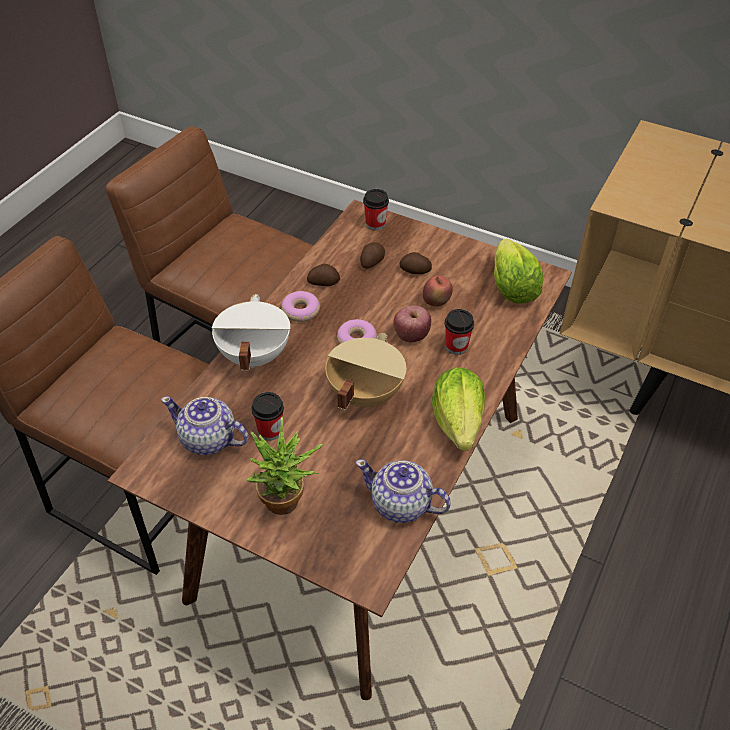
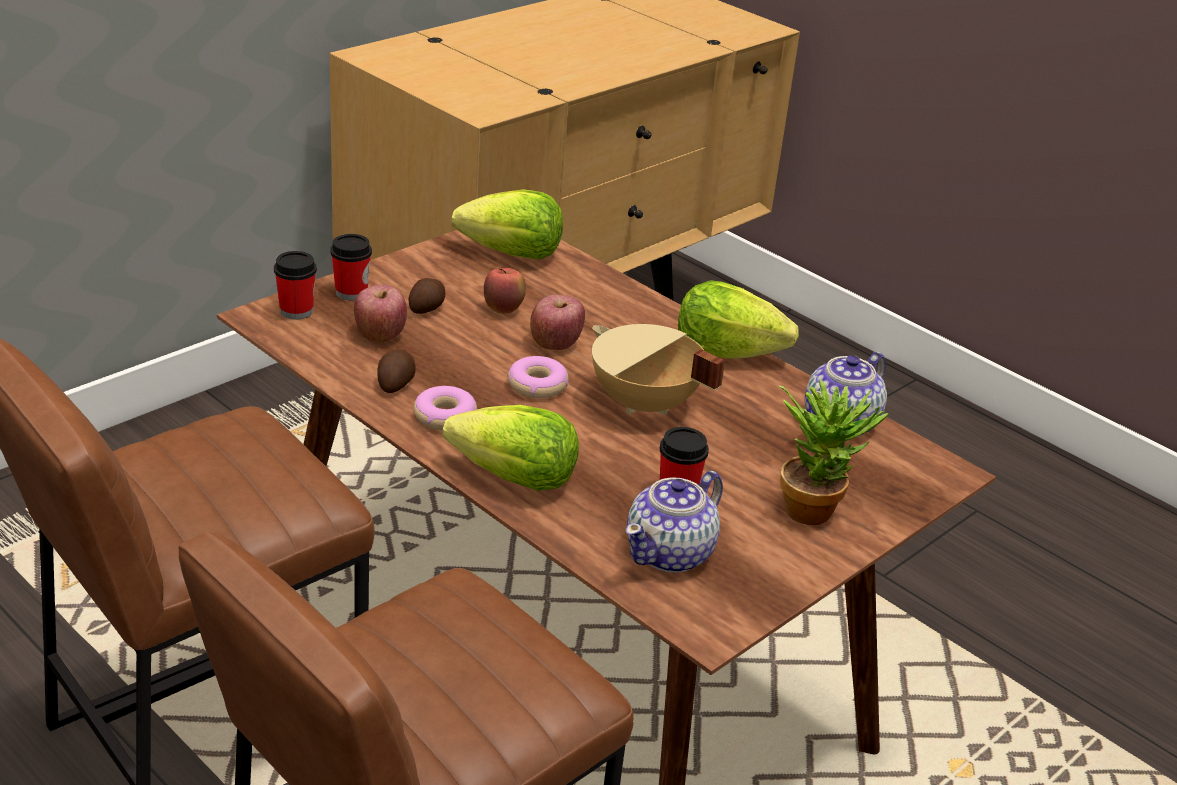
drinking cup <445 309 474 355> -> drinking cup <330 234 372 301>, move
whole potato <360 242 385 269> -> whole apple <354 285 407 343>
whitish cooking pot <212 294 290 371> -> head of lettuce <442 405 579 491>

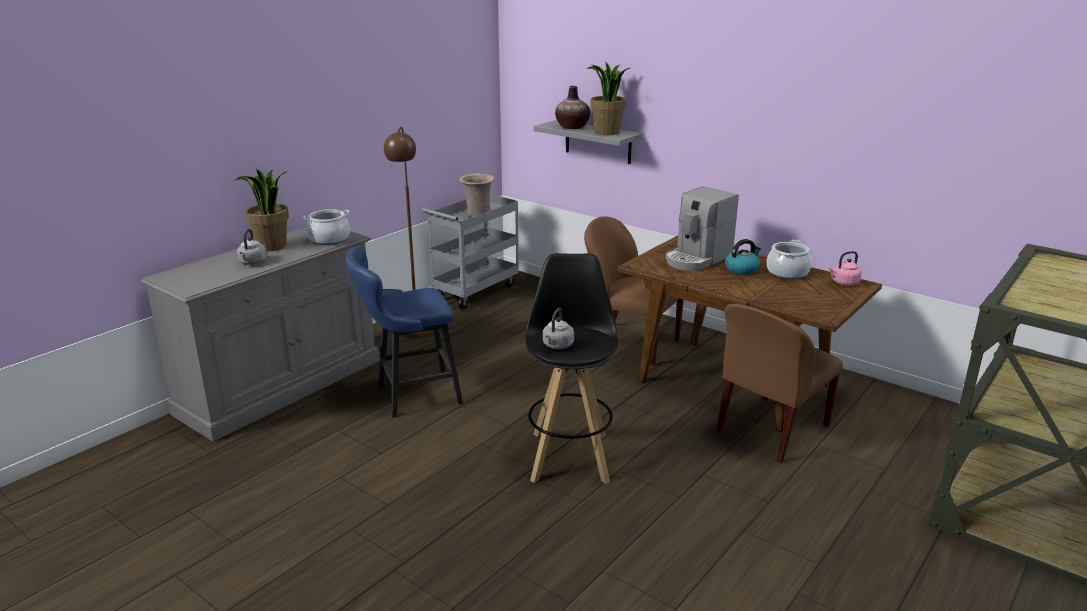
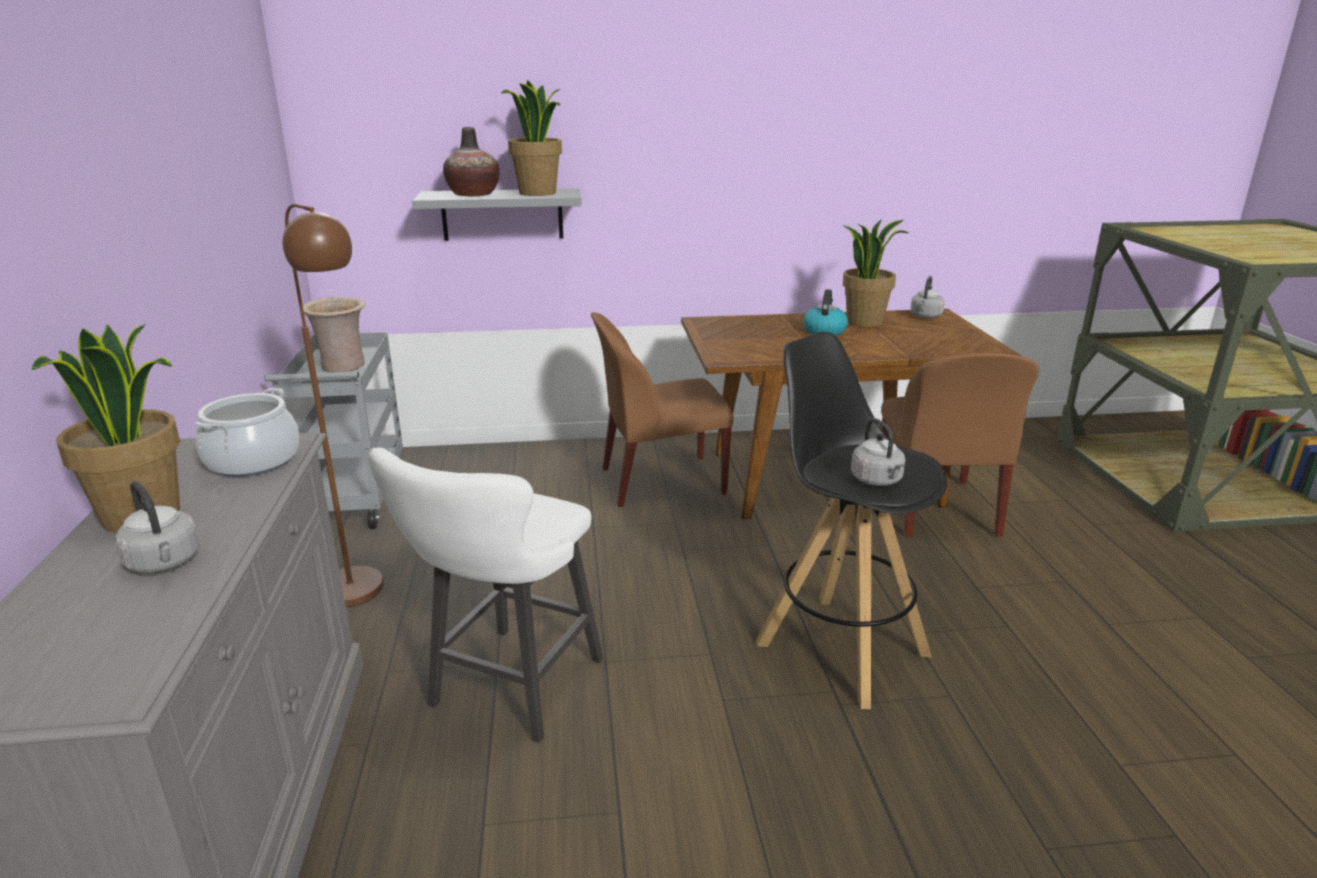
blue sitting stool <346 247 463 418> -> whitish sitting stool <368 448 604 743>
cooking pot <767 240 812 279> -> houseplant <843 219 908 327>
pinkish tea kettle <828 251 862 286> -> grey tea kettle <910 276 945 318>
coffee maker <666 186 739 271> -> none

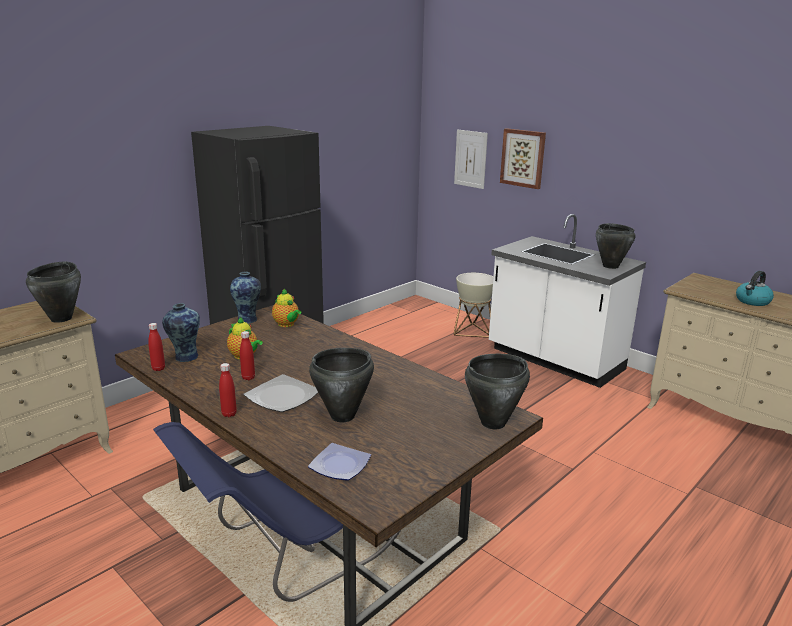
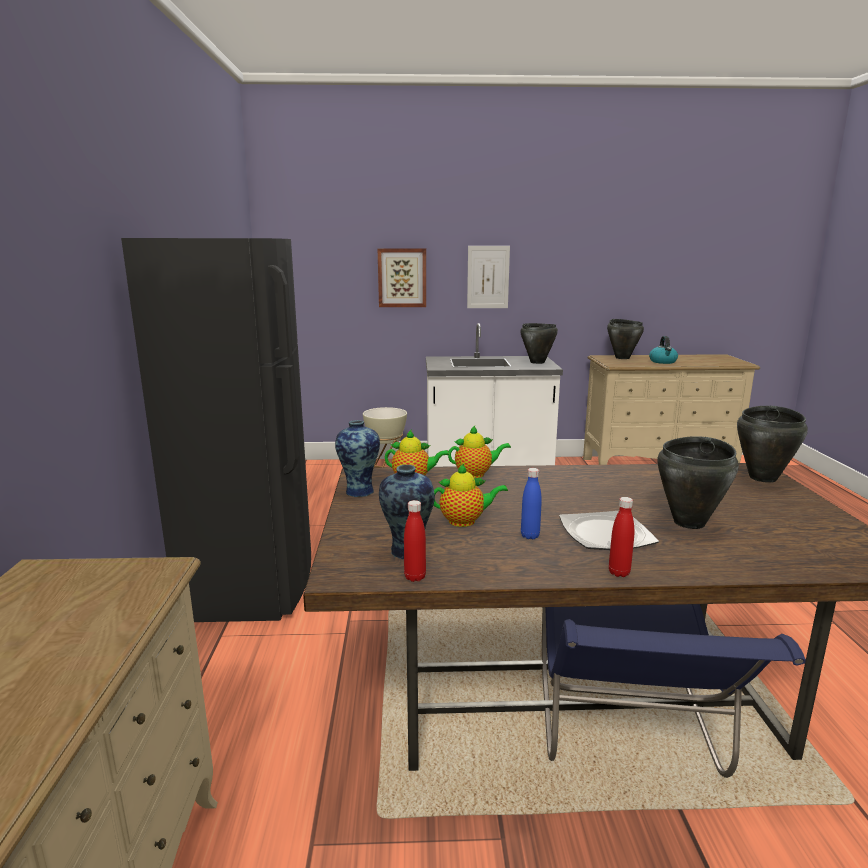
none -> tea pot <448 426 511 478>
picture <454 129 488 189> -> picture <467 246 510 308>, move
reddish bottle <240 331 255 380> -> blue bottle <521 468 542 539>
blackish cooking pot <26 261 81 323> -> blackish cooking pot <607 319 644 359>, move
plate <308 443 371 481> -> none

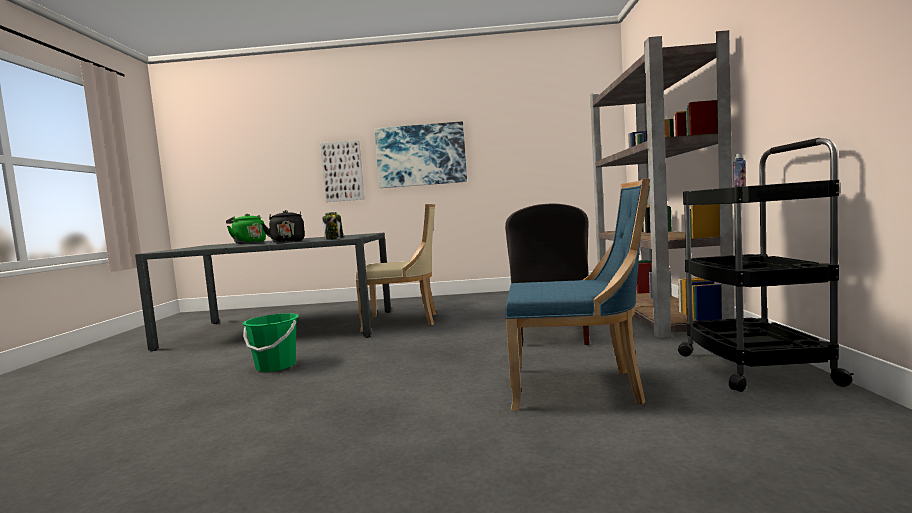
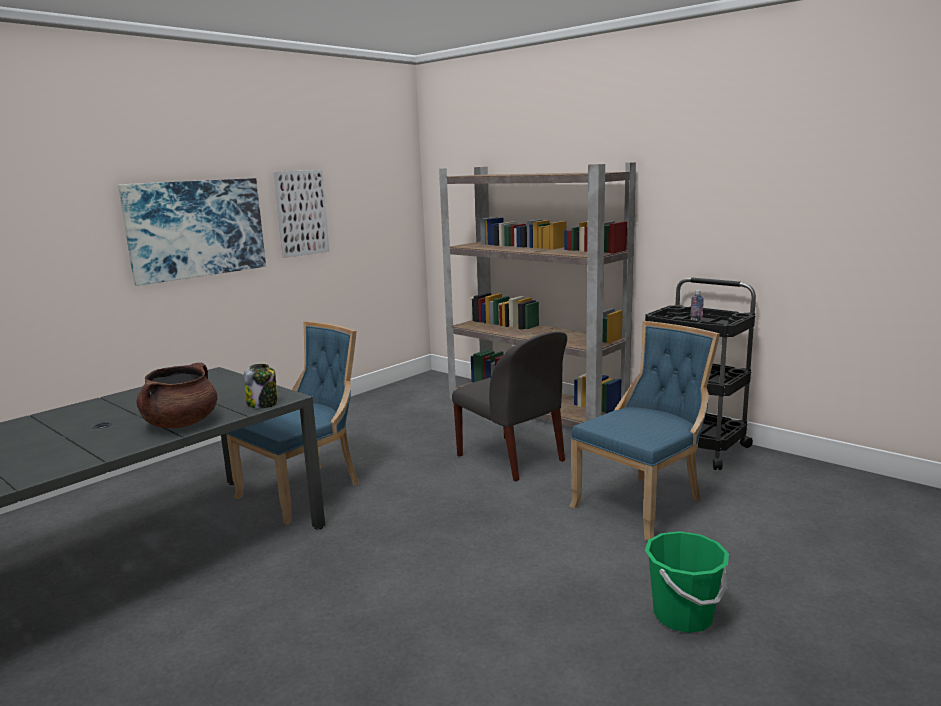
blackish tea kettle <262 210 305 243> -> brownish cooking pot <136 363 217 428>
beige plain chair <356 204 436 332> -> blue plain chair <226 321 359 525>
picture <320 140 364 202> -> picture <274 170 329 258>, move
green pail <243 313 298 372> -> green pail <645 531 729 633>, move
green tea kettle <226 214 266 244> -> none

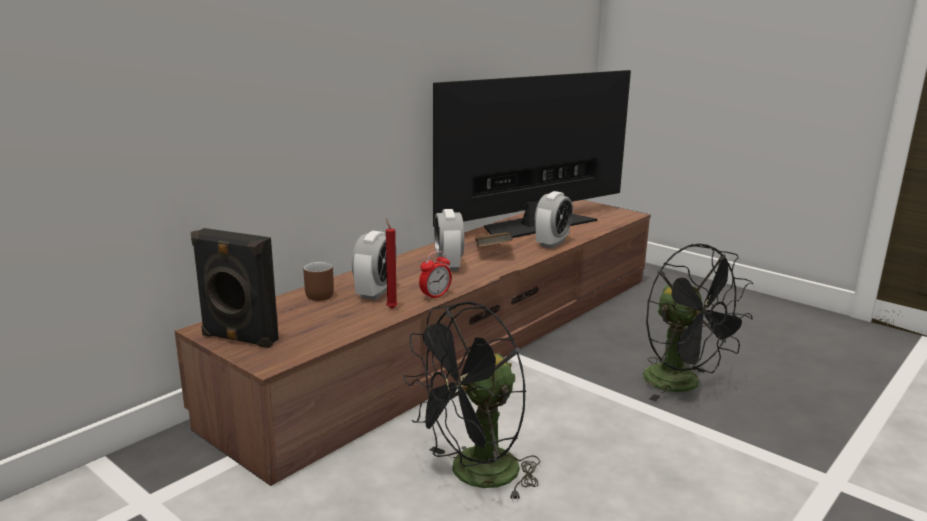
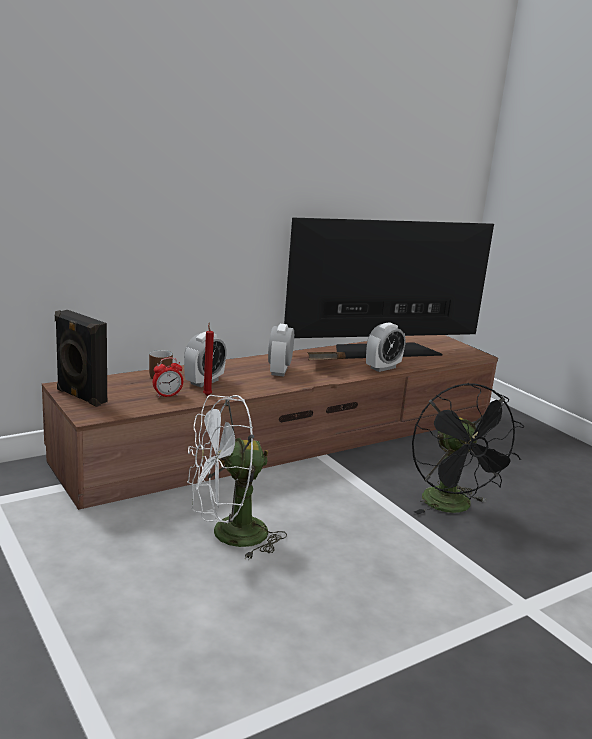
bedside clock <419 251 452 300> -> bedside clock <152 358 183 398>, move
blackish cooling fan <403 302 540 502> -> whitish cooling fan <187 395 287 560>

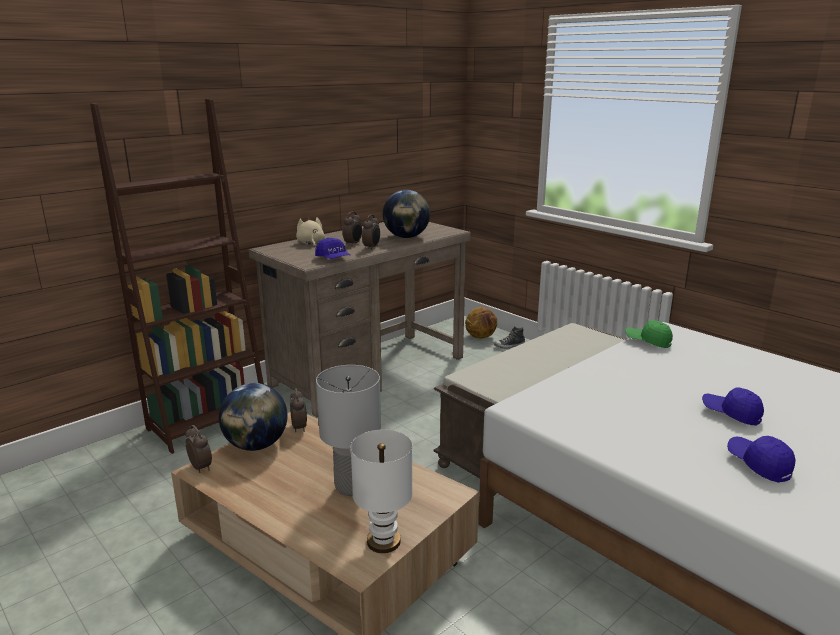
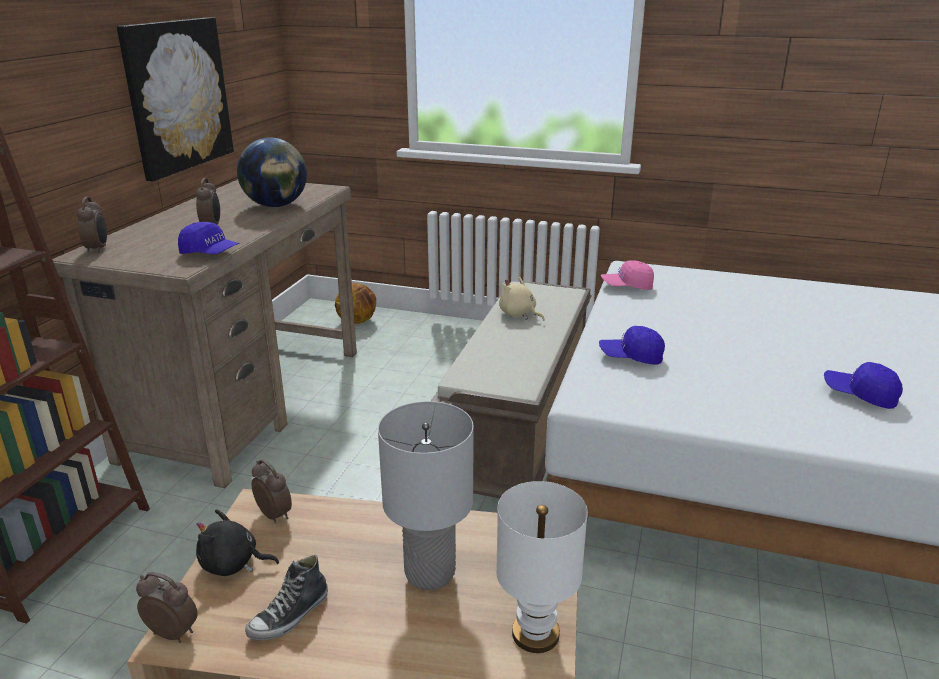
bedside clock <362 214 380 250> -> bedside clock <77 197 107 253>, move
none -> picture <117 17 234 182>
globe <219 383 288 451> -> blackish cuddly toy <196 509 279 576>
shoe <494 326 525 349> -> shoe <245 555 328 641>, move
beige cuddly toy <296 217 325 247> -> beige cuddly toy <499 277 545 321>, move
blue peaked cap <702 387 764 425> -> blue peaked cap <599 326 665 364>, move
green peaked cap <625 320 673 348> -> pinkish peaked cap <601 260 654 290>

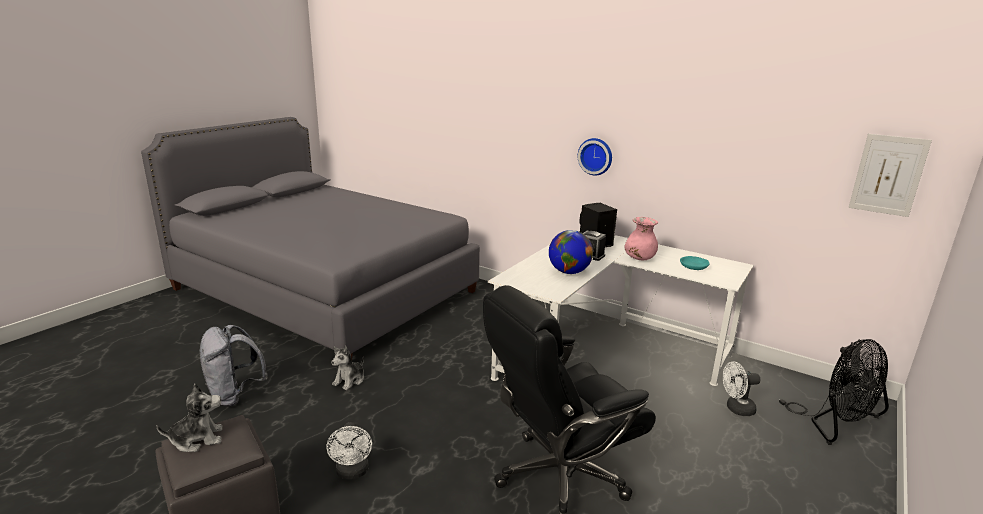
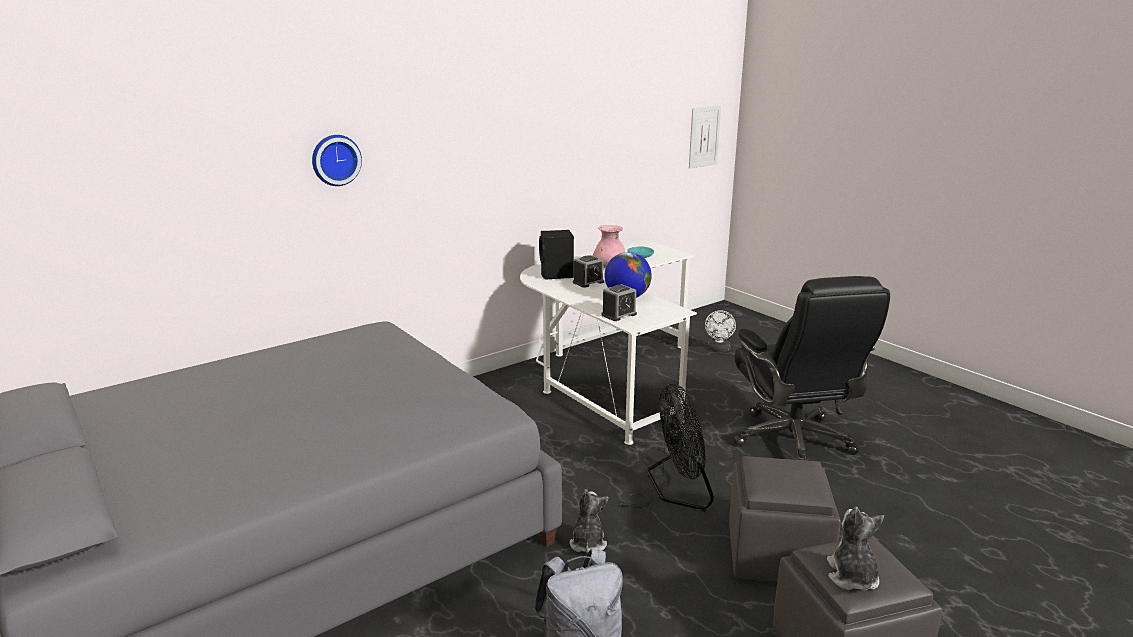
wall clock <578 138 612 176> -> wall clock <312 135 362 186>, move
cuddly toy <331 346 364 390> -> cuddly toy <570 489 609 553>, 135 degrees counterclockwise
none -> bedside clock <601 284 637 321>
blackish cooling fan <779 339 889 445> -> blackish cooling fan <621 384 714 512>, move
whitish cooling fan <327 422 372 479> -> grey ottoman <729 456 841 582>

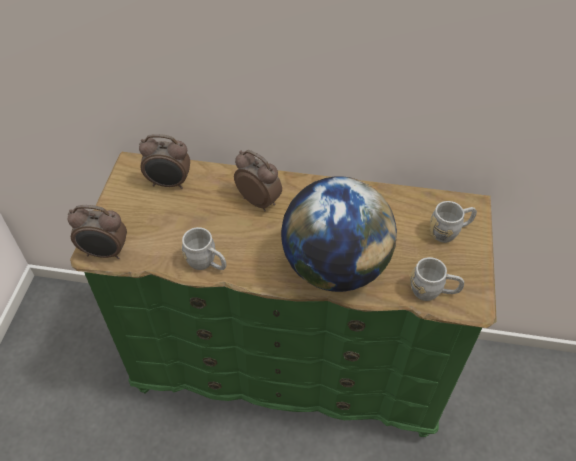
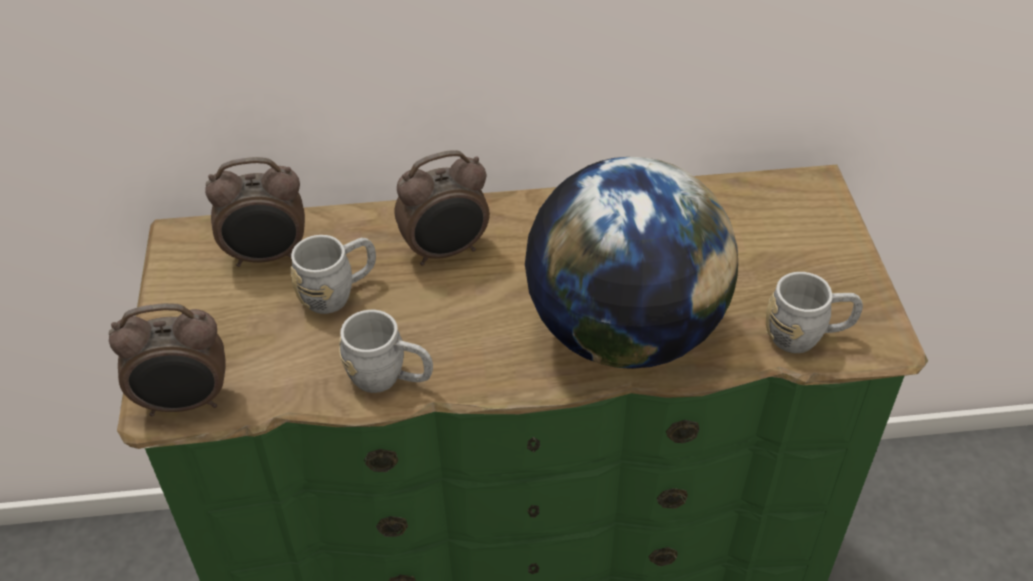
grey tea mug <430 201 477 243> -> grey tea mug <291 235 376 314>, move
bedside clock <234 150 282 211> -> bedside clock <394 150 490 266>, 135 degrees clockwise

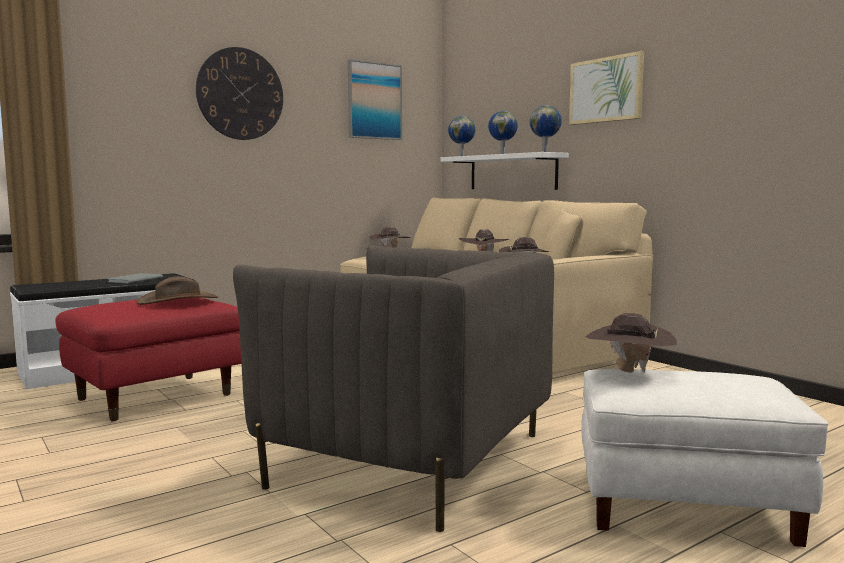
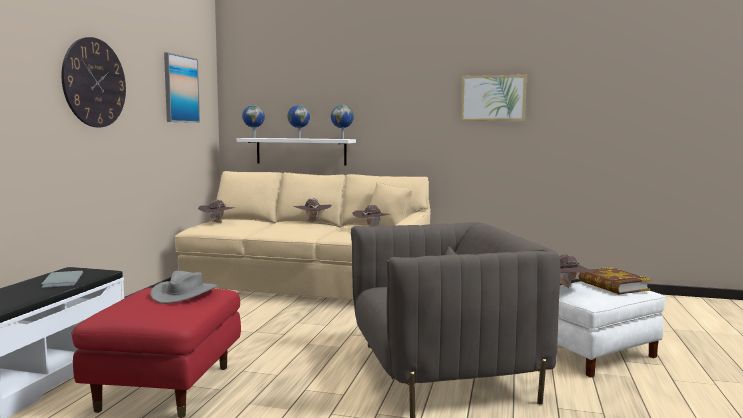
brownish clothing hat <136 276 218 305> -> grey clothing hat <150 271 218 304>
picture <569 51 644 125> -> picture <461 75 527 121>, move
none -> bound book <579 267 651 294>

